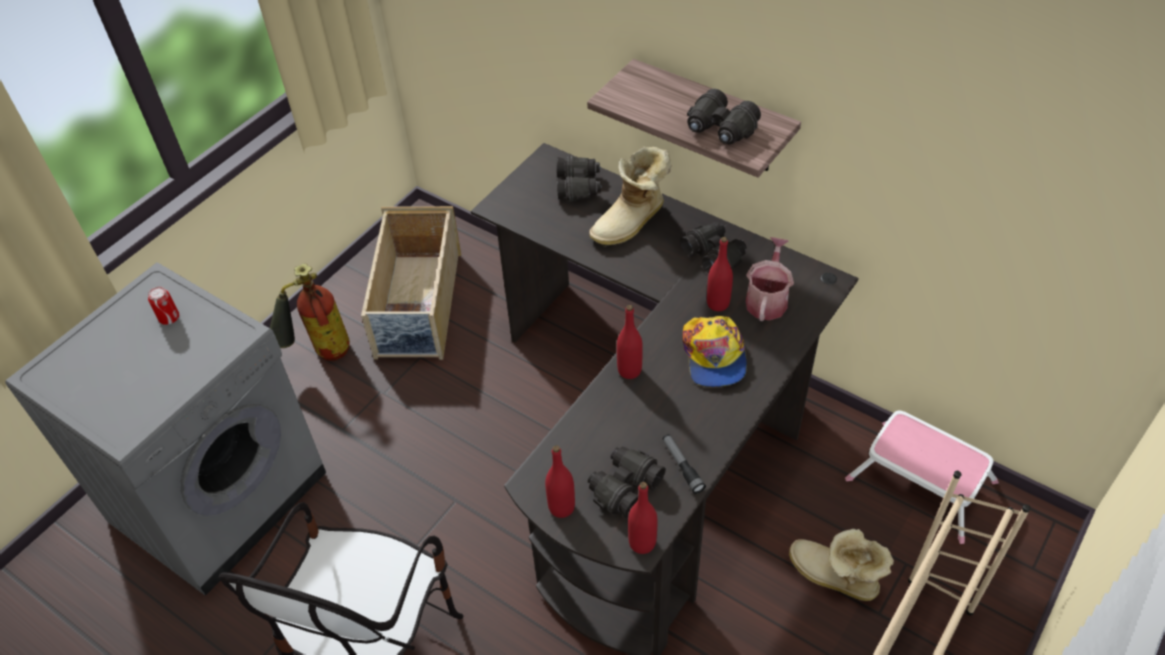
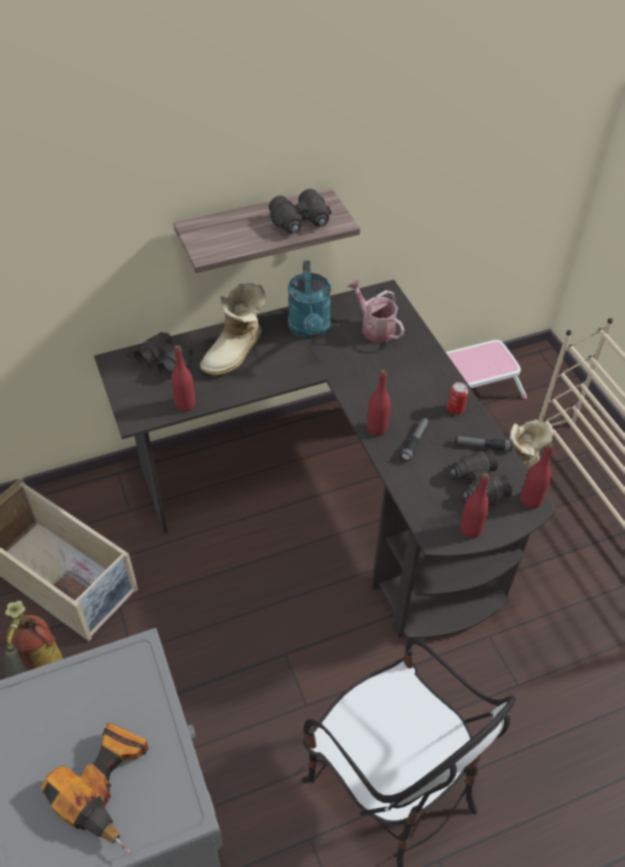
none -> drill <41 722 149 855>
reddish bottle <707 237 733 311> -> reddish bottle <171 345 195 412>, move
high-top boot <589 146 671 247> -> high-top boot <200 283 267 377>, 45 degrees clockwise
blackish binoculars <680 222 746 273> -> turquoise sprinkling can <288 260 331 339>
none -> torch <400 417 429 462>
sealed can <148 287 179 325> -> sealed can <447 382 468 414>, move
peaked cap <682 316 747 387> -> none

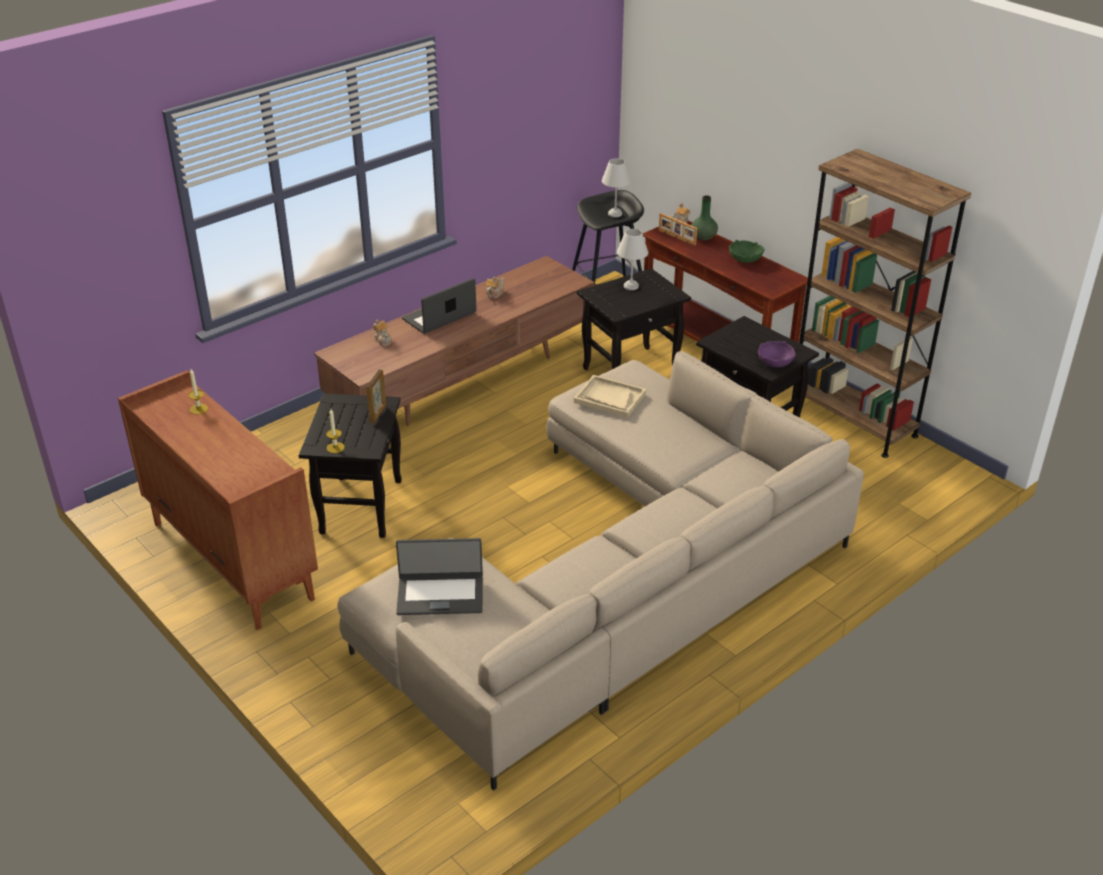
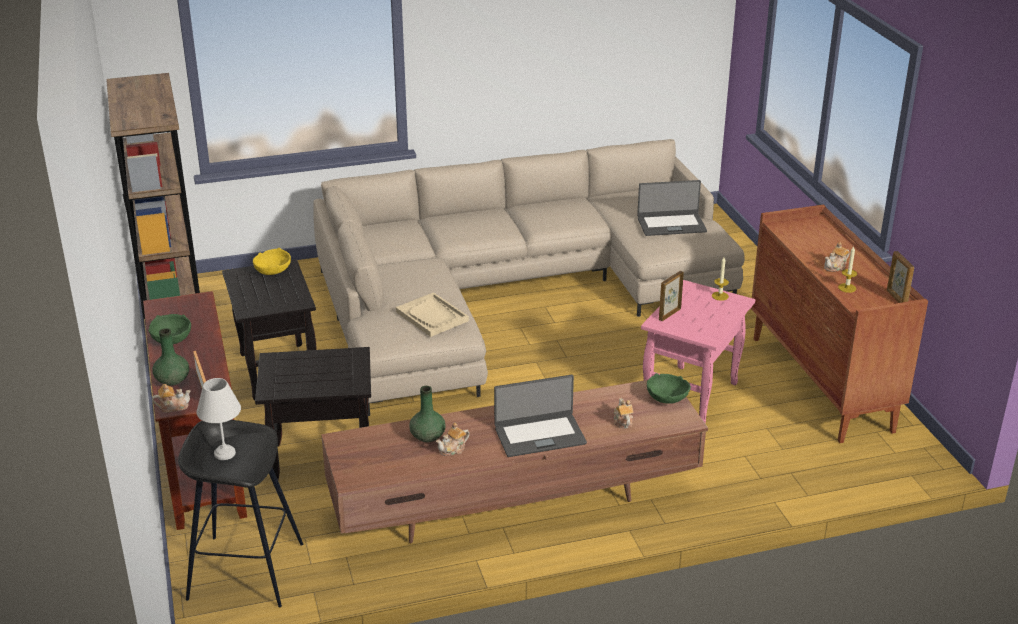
purple-coloured serving bowl <758 341 796 367> -> yellow serving bowl <253 248 291 275>
none -> green decorative vase <409 386 446 442>
portable computer <396 538 483 615> -> portable computer <637 180 707 236>, 150 degrees clockwise
blackish accent table <299 393 402 538> -> pinkish accent table <641 280 755 424>
none -> green serving bowl <647 373 691 404>
none -> tea pot <824 242 850 272>
none -> picture frame <887 251 914 303>
whitish table lamp <617 229 648 290> -> none

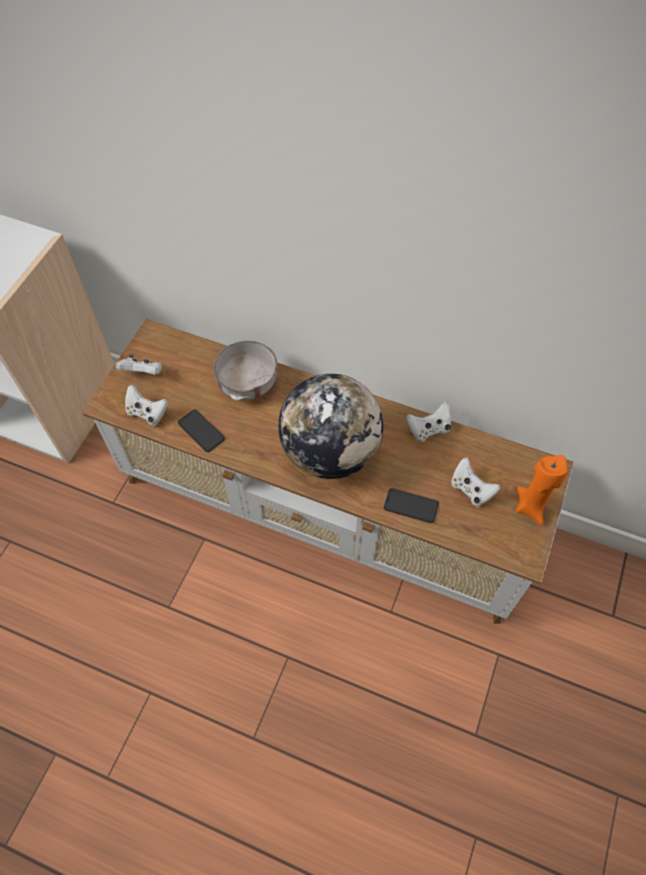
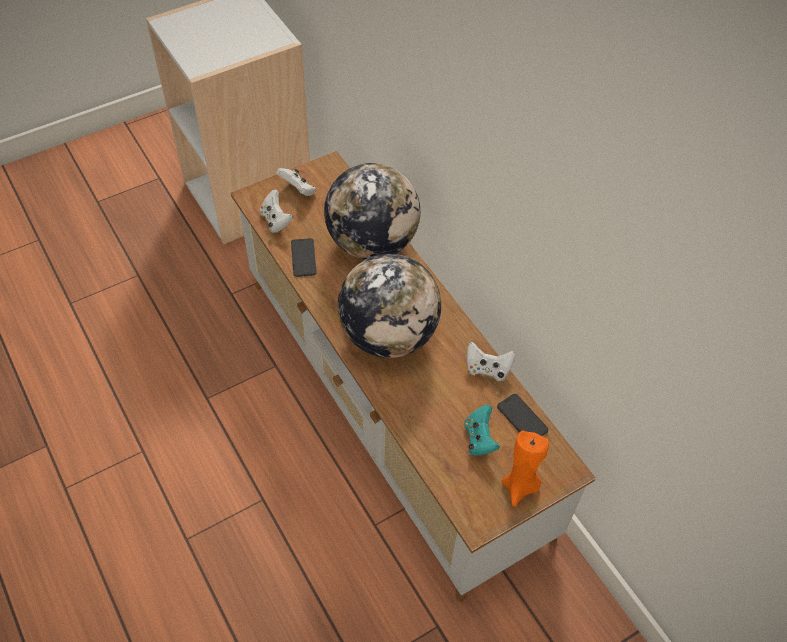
grey serving bowl <214 341 277 401> -> globe <324 163 420 260>
whitish joypad <451 457 501 507> -> turquoise joypad <464 405 500 456>
telephone <384 488 439 523> -> telephone <497 394 549 436>, move

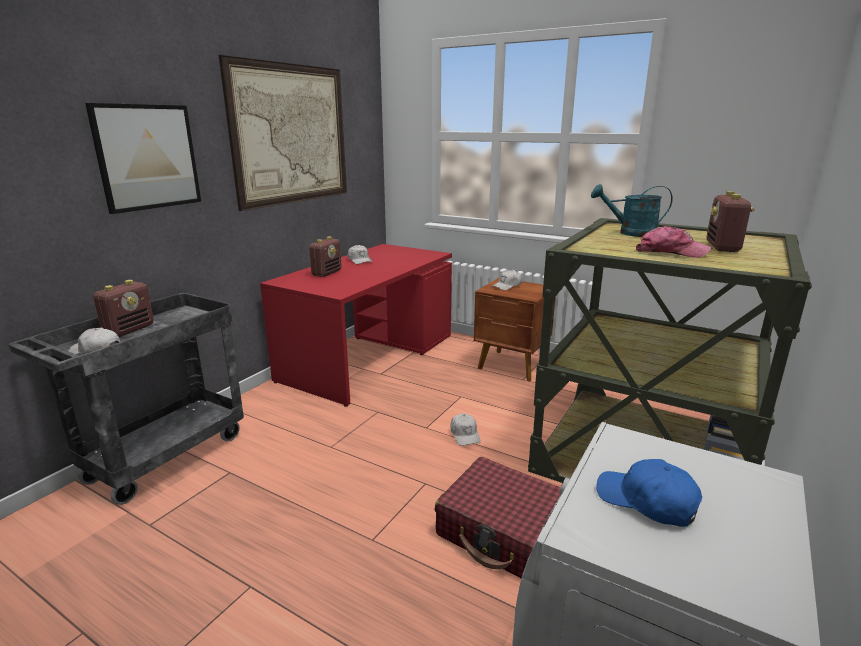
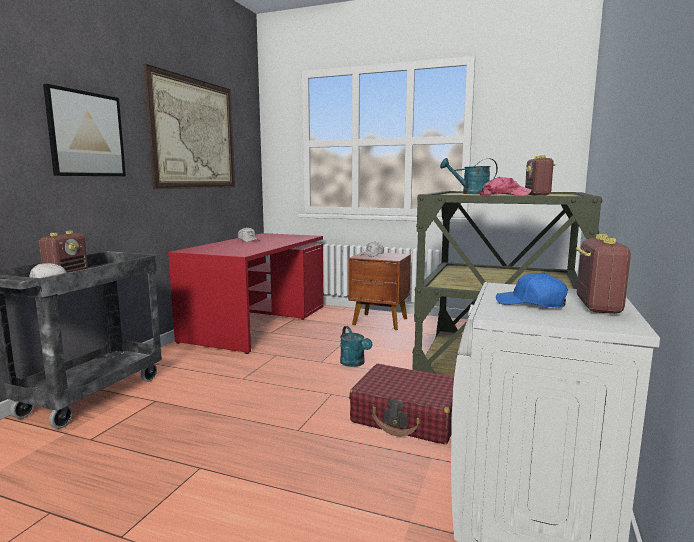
whitish peaked cap <451 414 481 446> -> turquoise sprinkling can <340 326 372 367>
radio <309 237 342 277> -> radio <576 234 631 314>, move

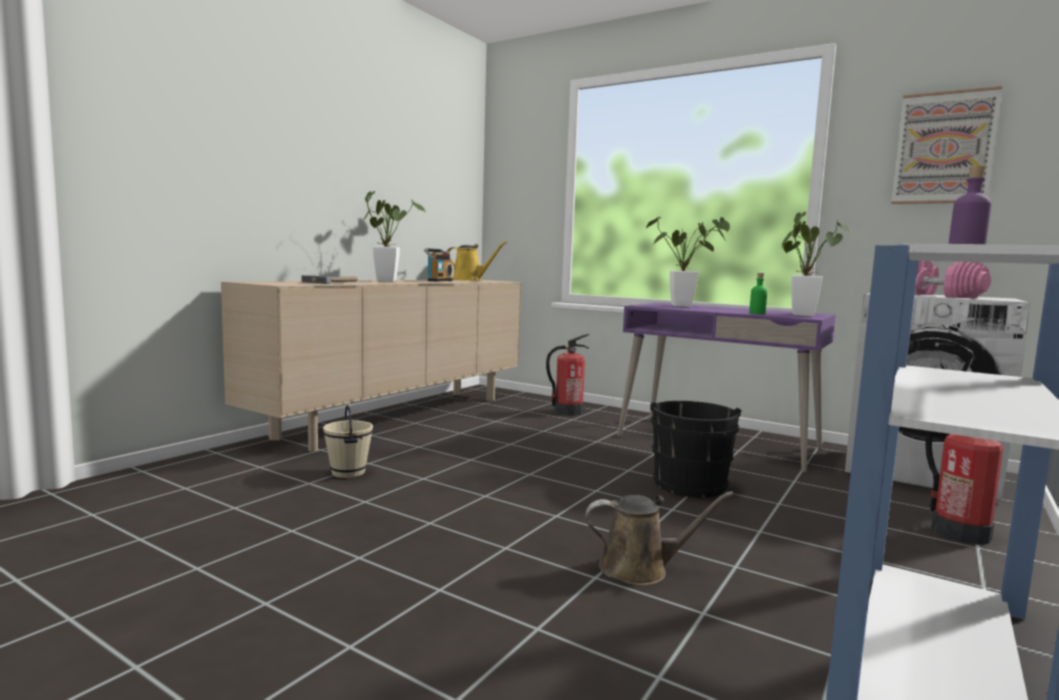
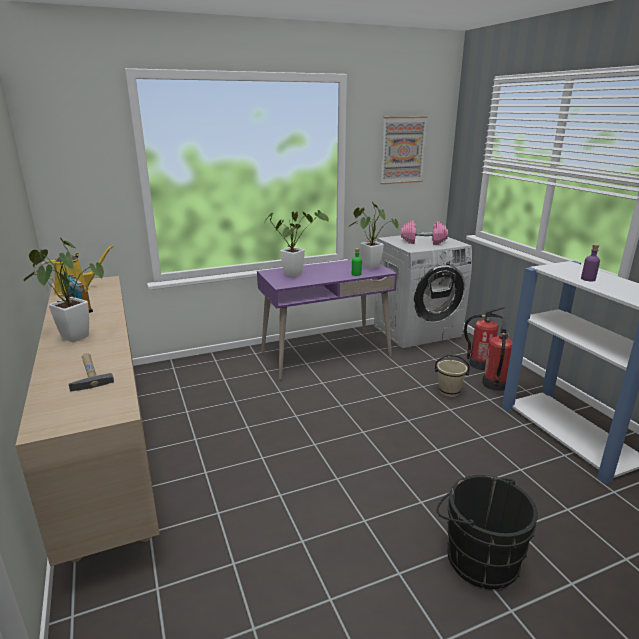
beige pail <323 404 373 478> -> beige pail <435 355 470 397>, move
blackish pail <650 401 741 498> -> blackish pail <437 475 538 589>, move
fire-fighting cylinder <546 334 589 416> -> fire-fighting cylinder <482 317 513 391>, move
brownish sprinkling can <586 492 734 586> -> none

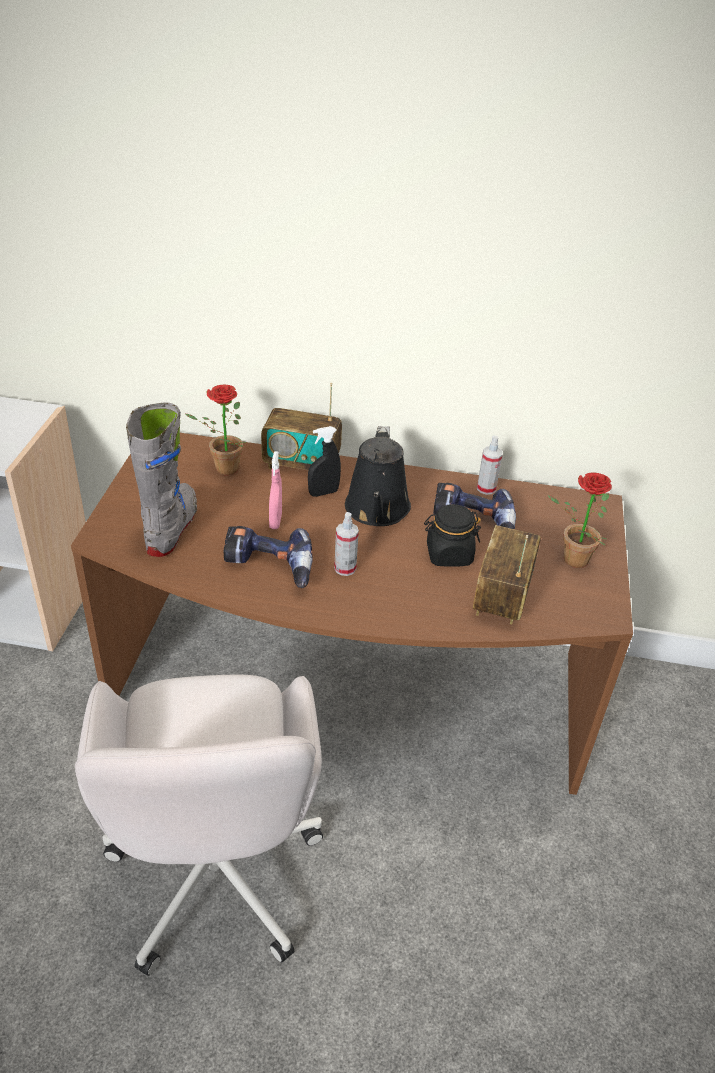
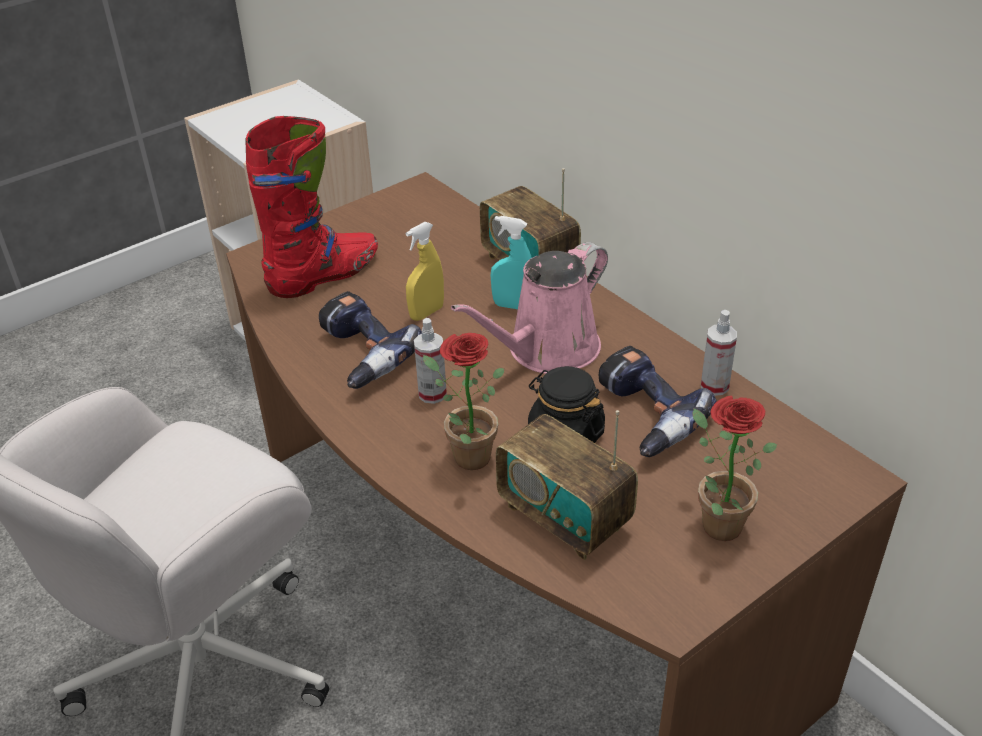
grey high-top boot <126 403 197 557> -> reddish high-top boot <245 116 378 298>
pinkish hand sprayer <269 451 282 529> -> yellow hand sprayer <405 222 444 321>
houseplant <186 385 246 475> -> houseplant <423 333 505 470>, move
blackish sprinkling can <345 426 411 526> -> pinkish sprinkling can <451 242 608 374>
blackish hand sprayer <308 426 341 497> -> turquoise hand sprayer <490 216 532 309>
radio <473 525 541 624> -> radio <496 410 638 560>, 105 degrees counterclockwise

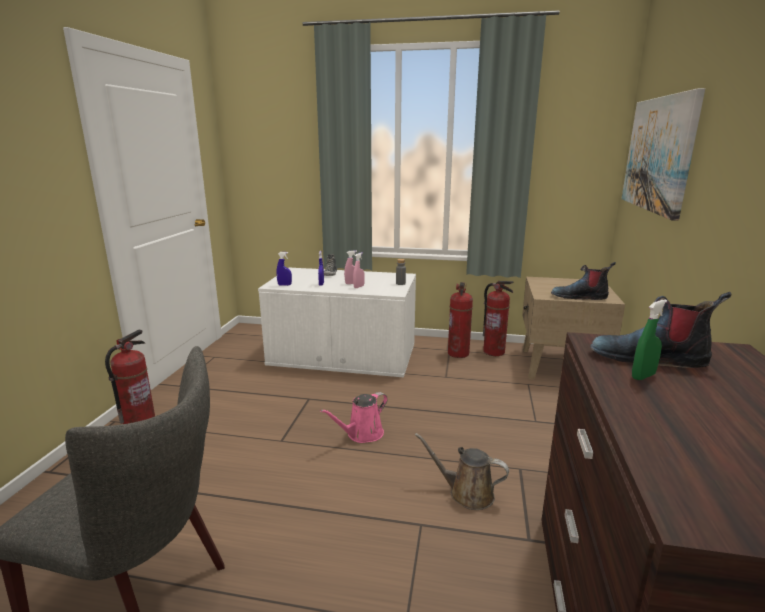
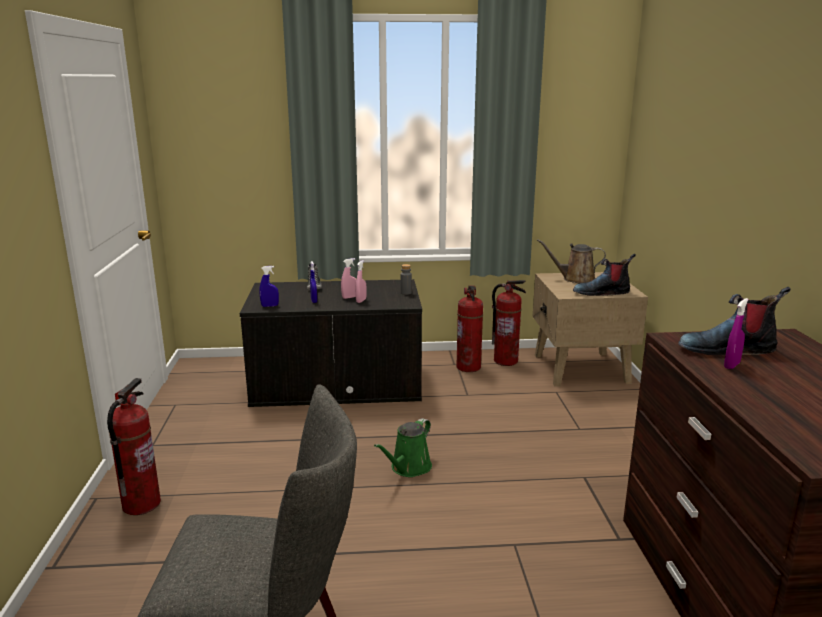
whitish cabinet <258 268 416 378> -> blackish cabinet <240 279 422 407>
pinkish sprinkling can <320 392 388 443> -> green sprinkling can <374 418 432 477>
brownish sprinkling can <415 433 509 510> -> brownish sprinkling can <537 239 606 283>, move
green hand sprayer <632 300 667 380> -> purple-coloured hand sprayer <724 298 748 369>
picture <622 88 705 221> -> none

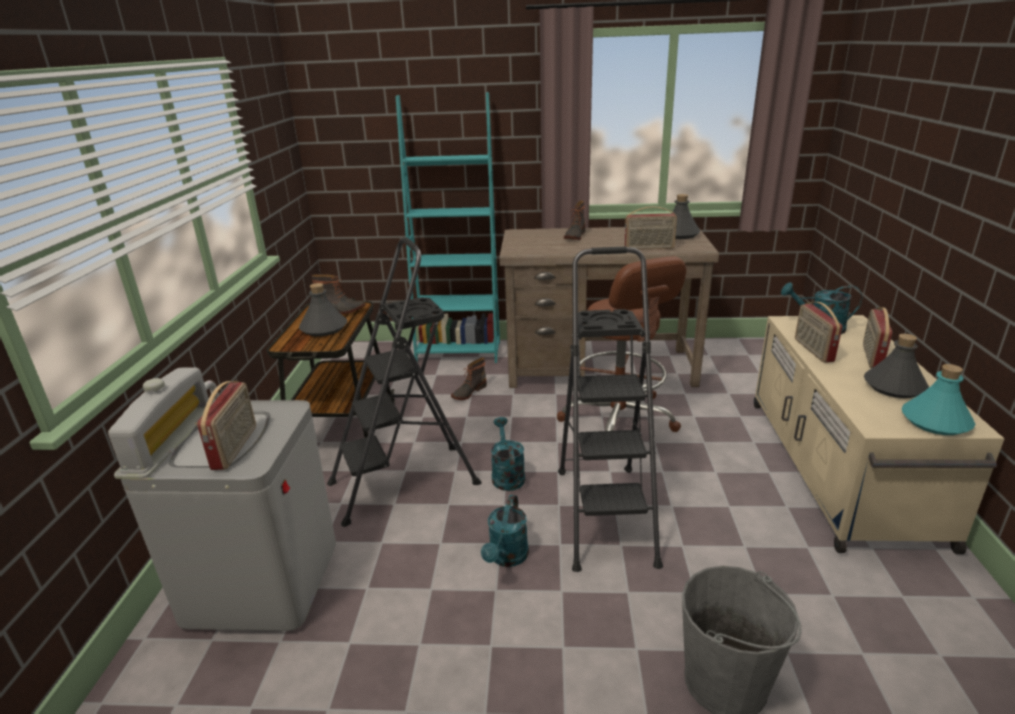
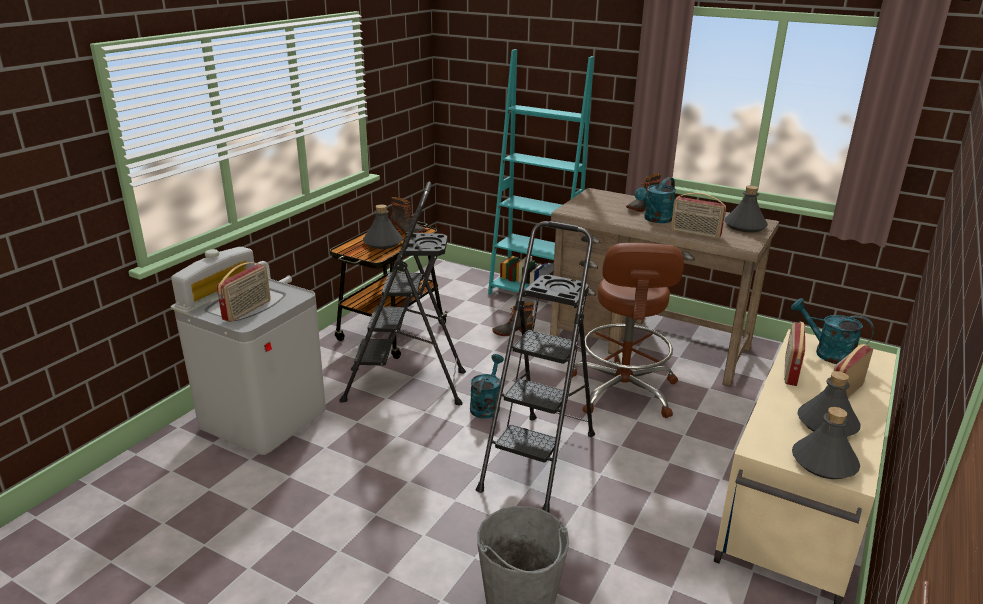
turquoise sprinkling can <481 495 529 567> -> turquoise sprinkling can <635 177 676 223>, move
turquoise bottle <902 364 975 435> -> grey bottle <792 407 860 479>

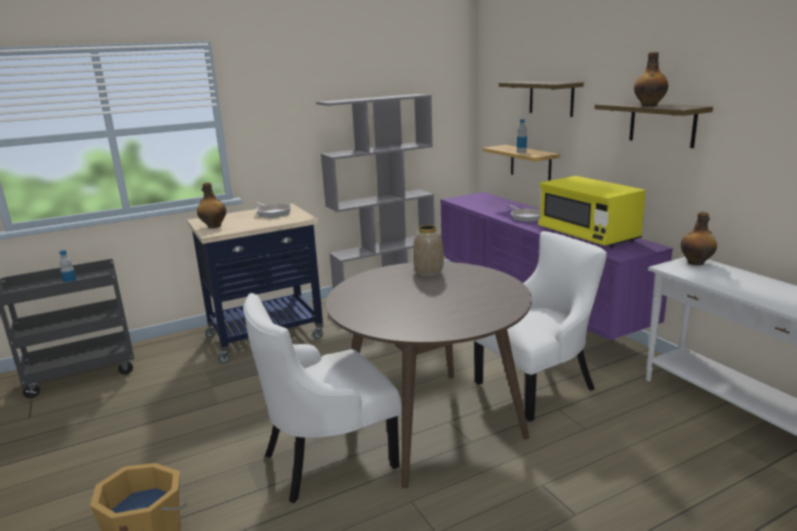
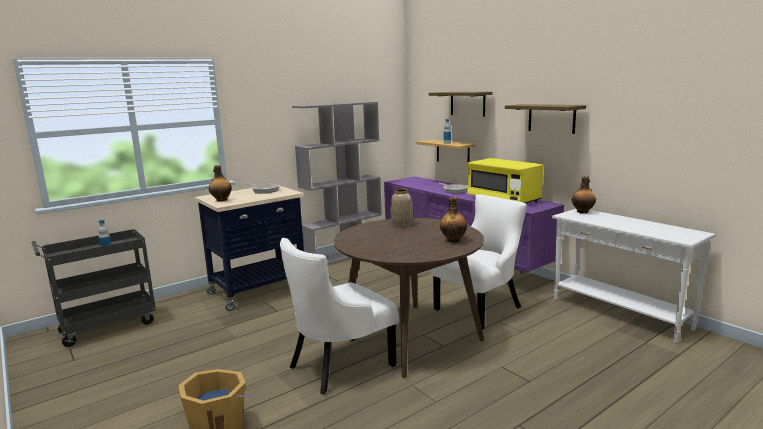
bottle <634 52 668 107> -> bottle <440 197 467 242>, move

